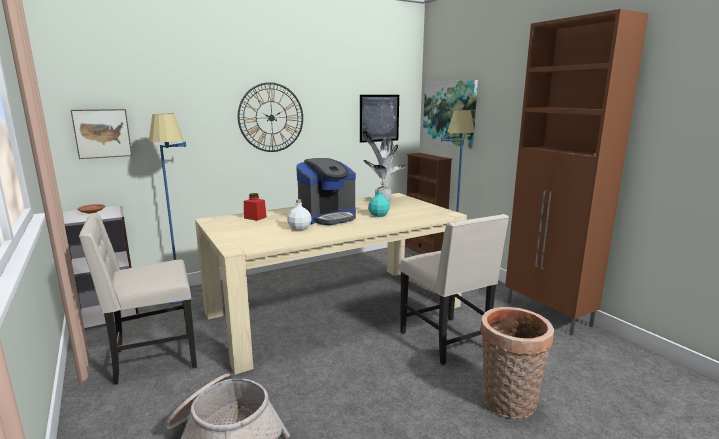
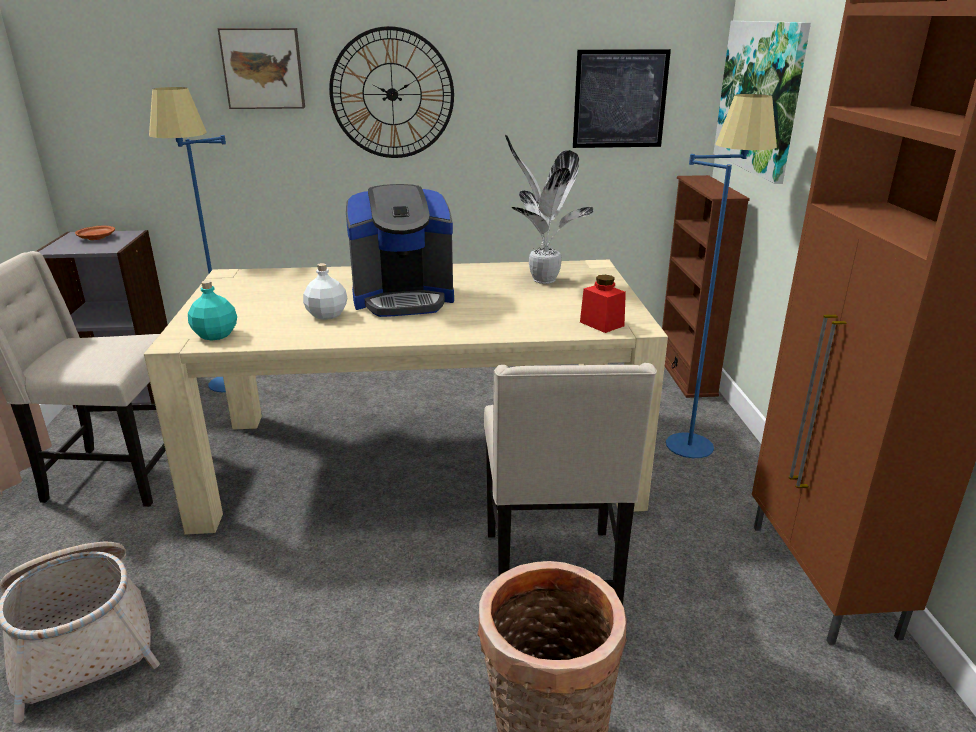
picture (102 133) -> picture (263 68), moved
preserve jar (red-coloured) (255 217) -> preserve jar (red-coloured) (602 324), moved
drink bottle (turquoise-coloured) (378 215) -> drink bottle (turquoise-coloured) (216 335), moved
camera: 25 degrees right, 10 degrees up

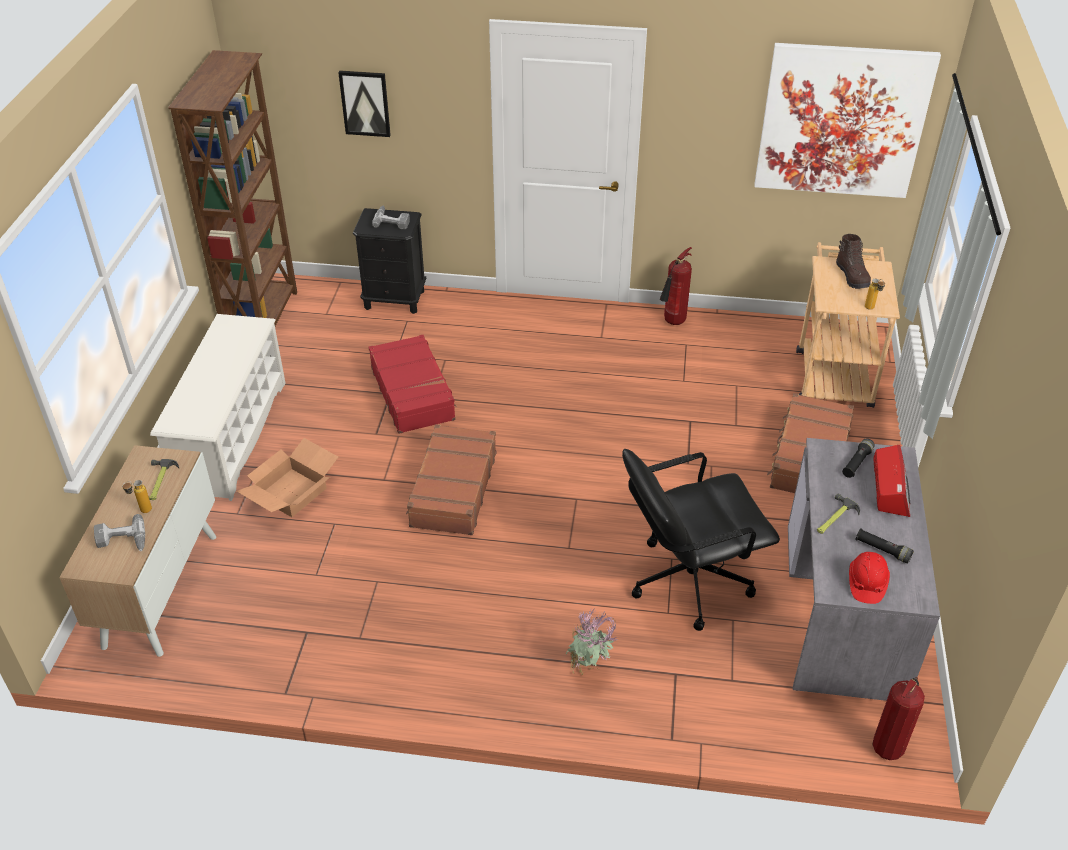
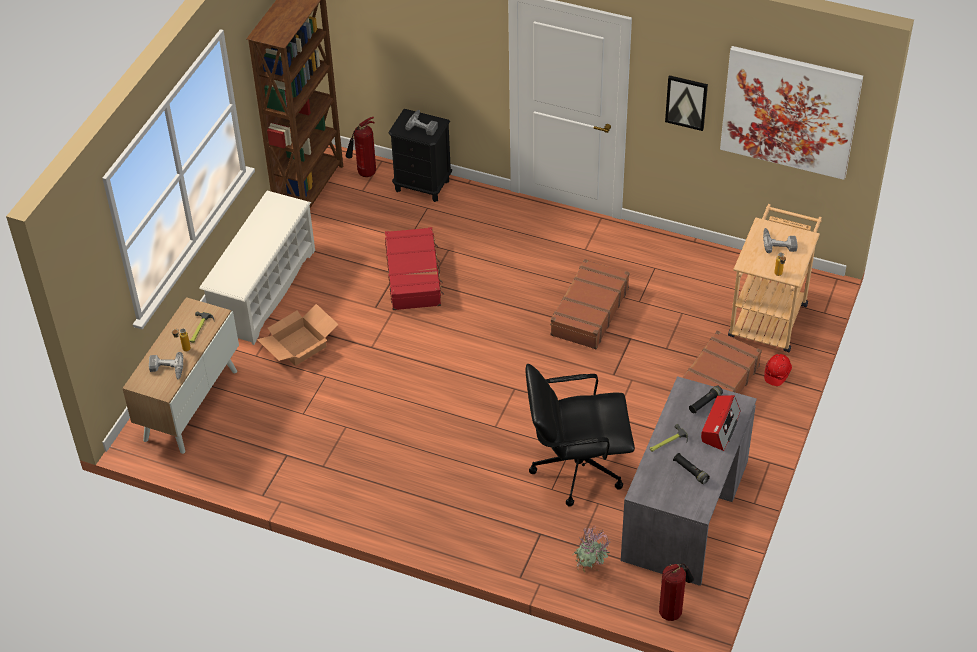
picture (365 103) -> picture (686 102), moved
travel case (brown) (453 489) -> travel case (brown) (589 312), moved
houseplant (589 669) -> houseplant (591 569), moved
extinguisher (673 323) -> extinguisher (365 174), moved
high-top boot (brown) (852 276) -> electric drill (779 242)
safety helmet (red-coloured) (866 583) -> safety helmet (red-coloured) (777 374), moved
camera: 15 degrees right, 5 degrees up

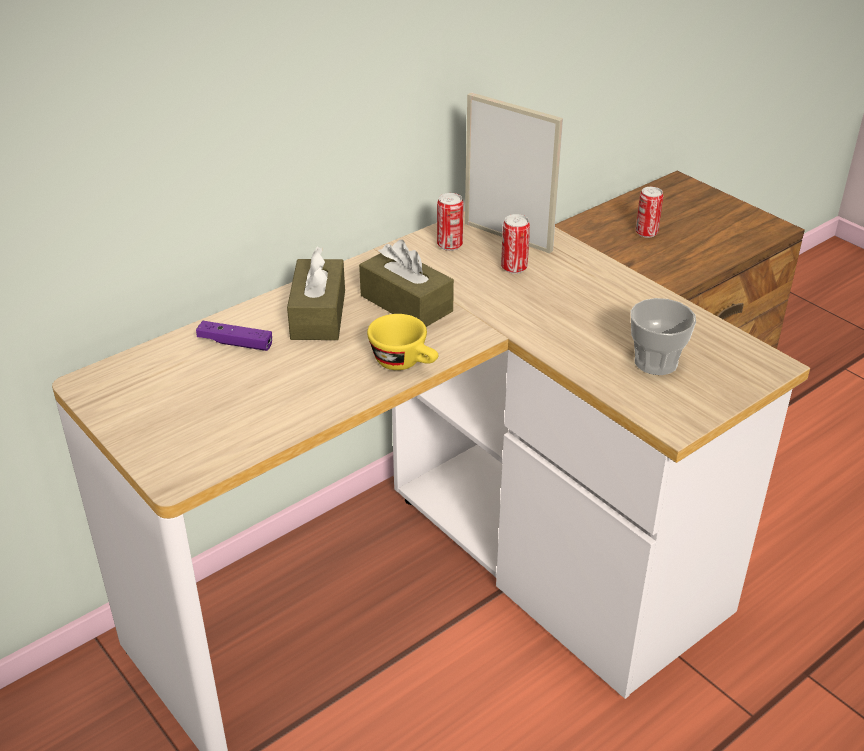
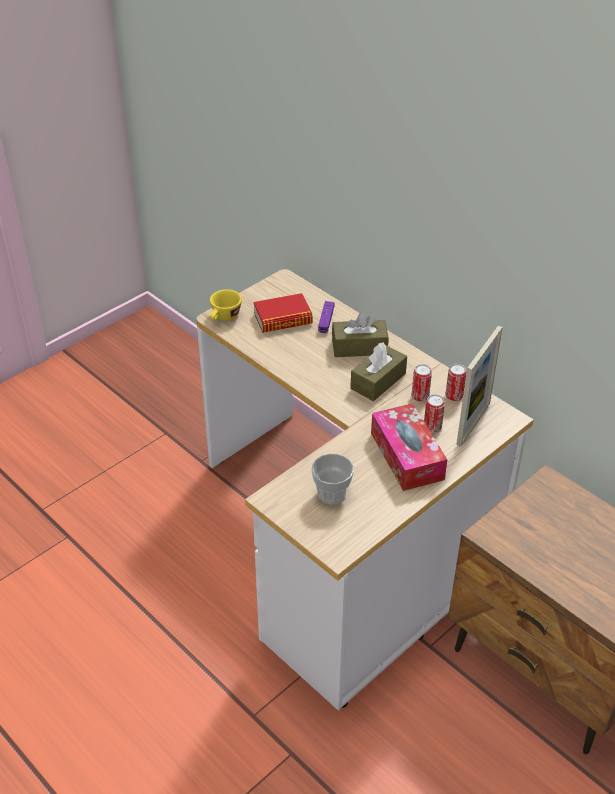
small cup (yellow) (405 363) -> small cup (yellow) (224 317), moved
sealed can (646 233) -> sealed can (420 397), moved
none -> book (283 319)
none -> box of tissues (406 456)
camera: 85 degrees right, 5 degrees up

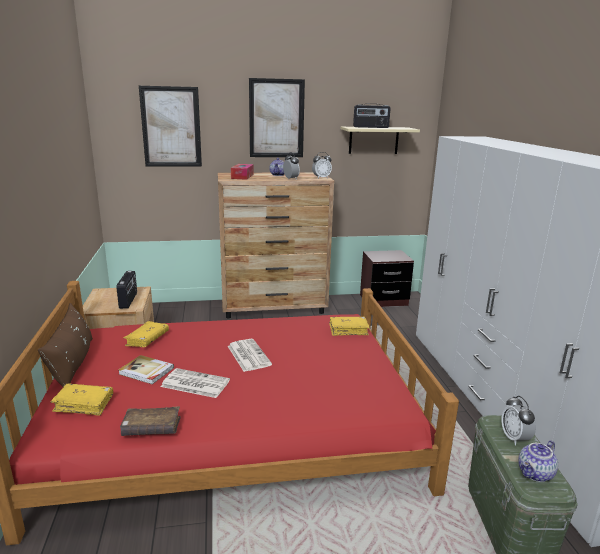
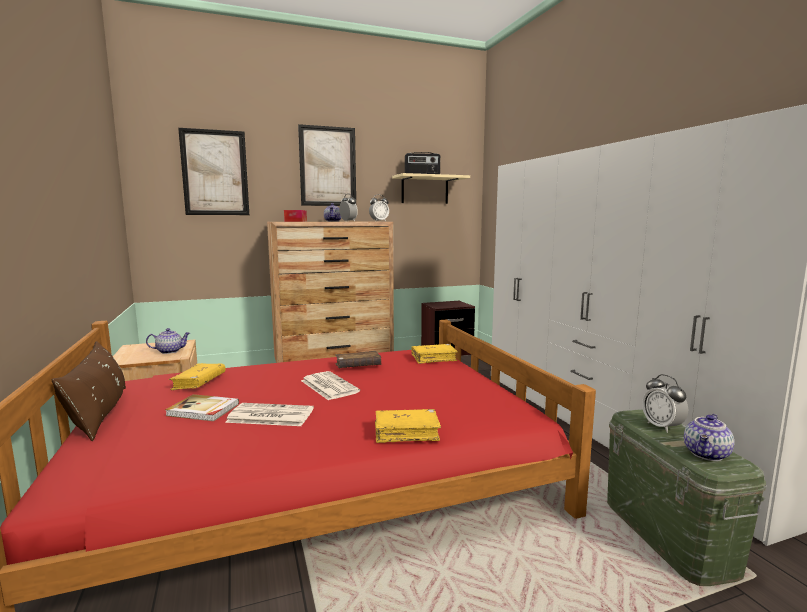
book (yellow) (84 404) -> book (yellow) (406 433), moved
radio receiver (129 300) -> pot for tea (170 351)
book (brown) (151 428) -> book (brown) (358 366), moved
camera: 10 degrees left, 10 degrees down

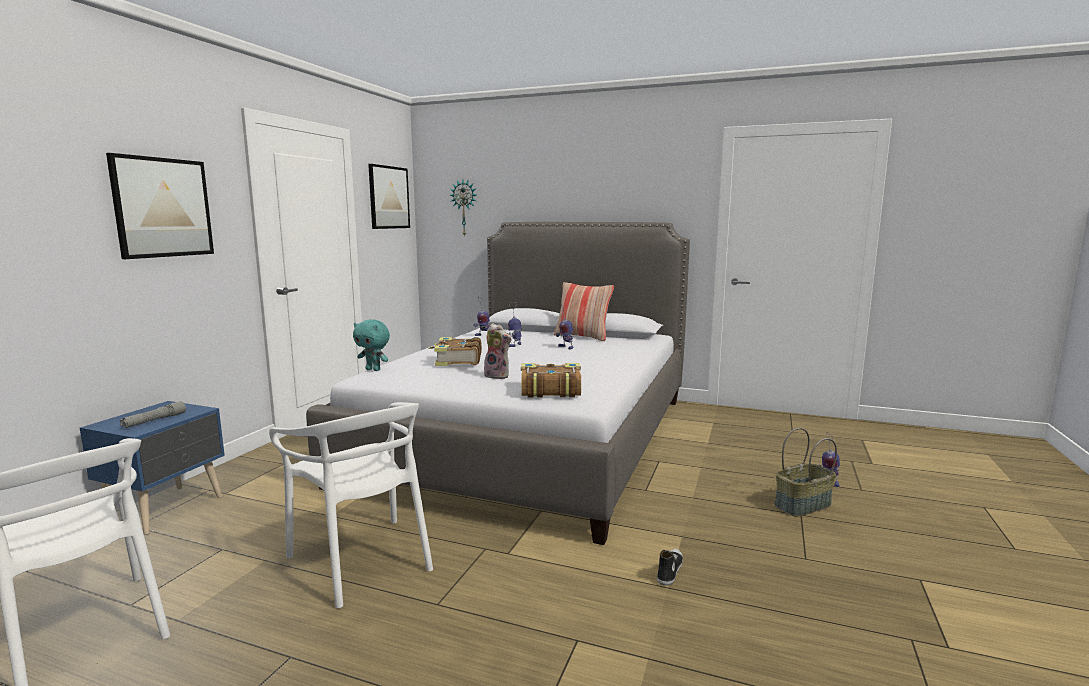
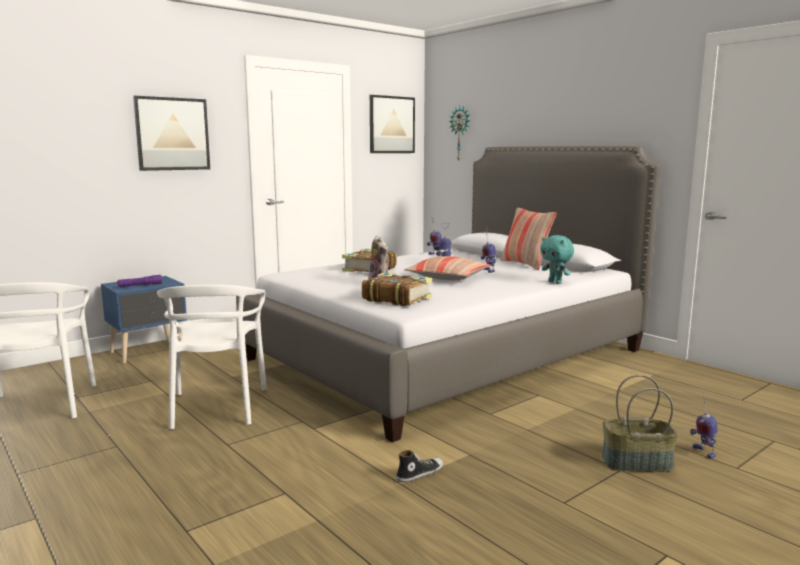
flashlight (gray) (154 421) -> flashlight (purple) (140 285)
soft toy (turquoise-coloured) (374 370) -> soft toy (turquoise-coloured) (555 282), moved
none -> cushion (448 277)
camera: 30 degrees right, 0 degrees up

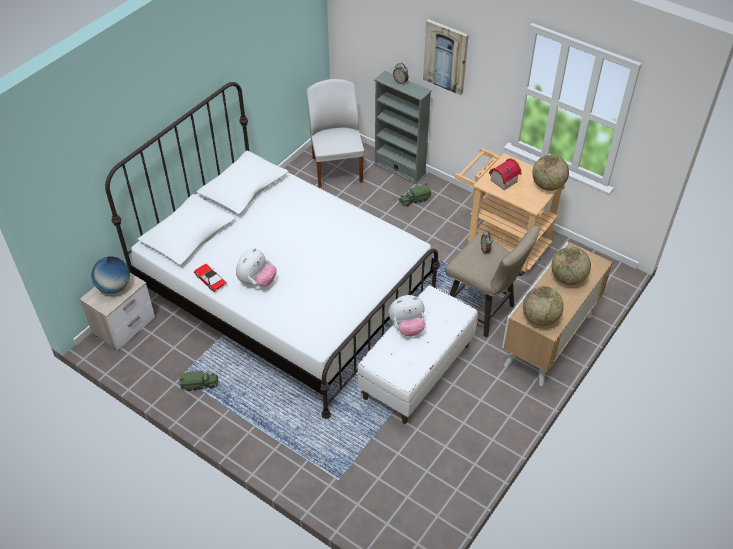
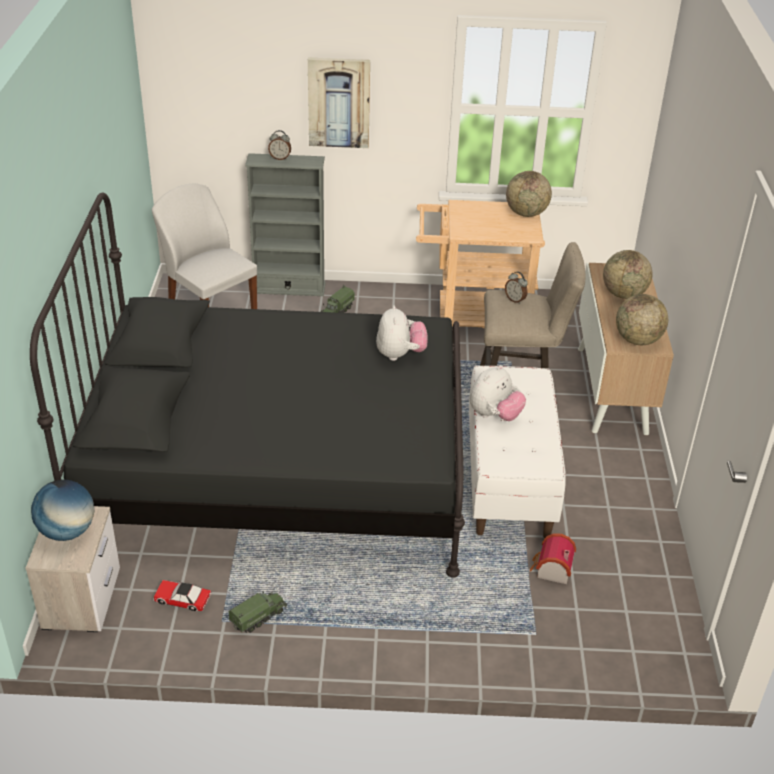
bedroom bed (whitish) (286 296) -> bedroom bed (black-coloured) (277 469)
model car (210 280) -> model car (182 599), moved
soft toy (257 281) -> soft toy (400 354), moved
toy house (502 180) -> toy house (551 570), moved
camera: 35 degrees left, 10 degrees down

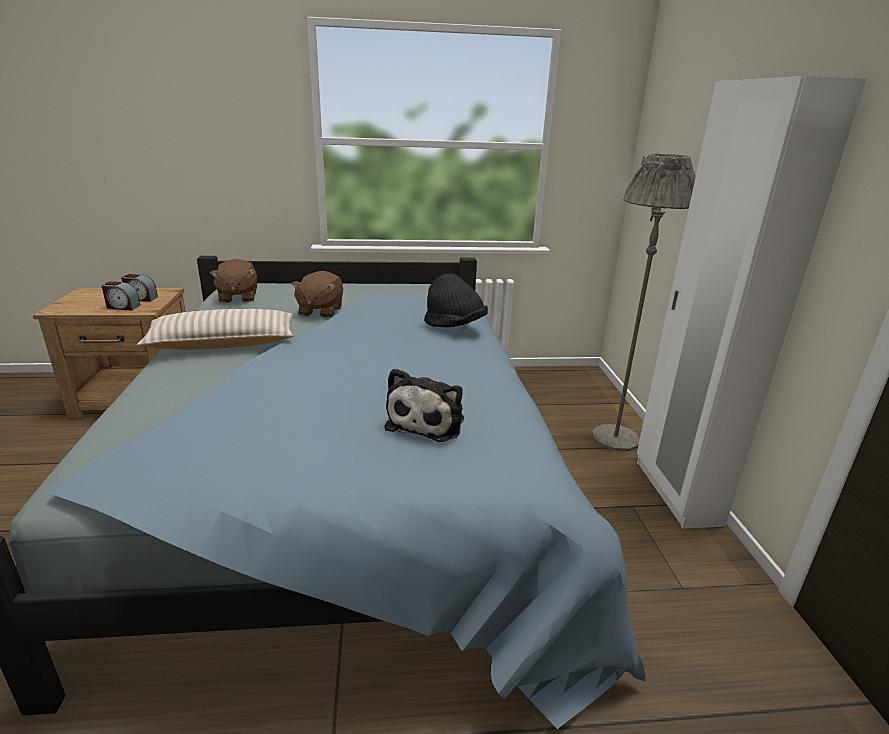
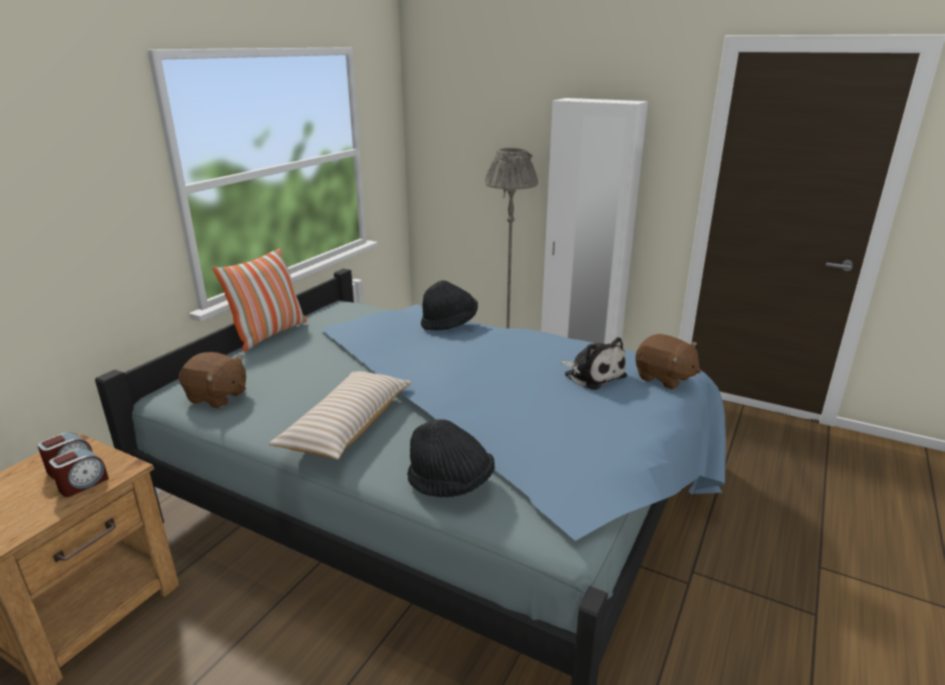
soft toy (brown) (320 311) -> soft toy (brown) (664 378), moved
none -> cushion (269 334)
none -> hat (black-coloured) (450 484)
camera: 55 degrees left, 0 degrees up

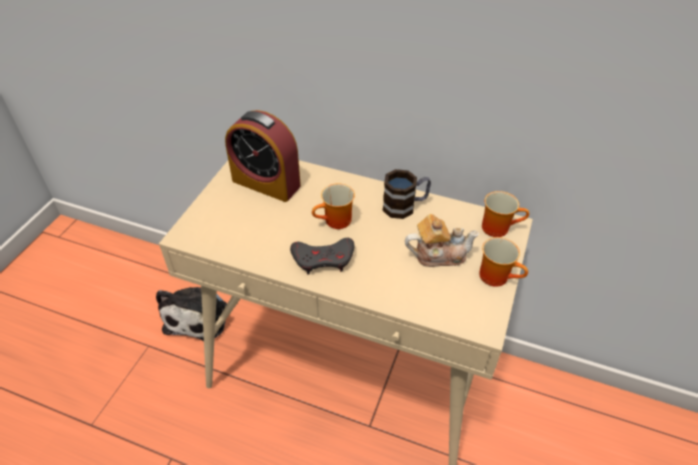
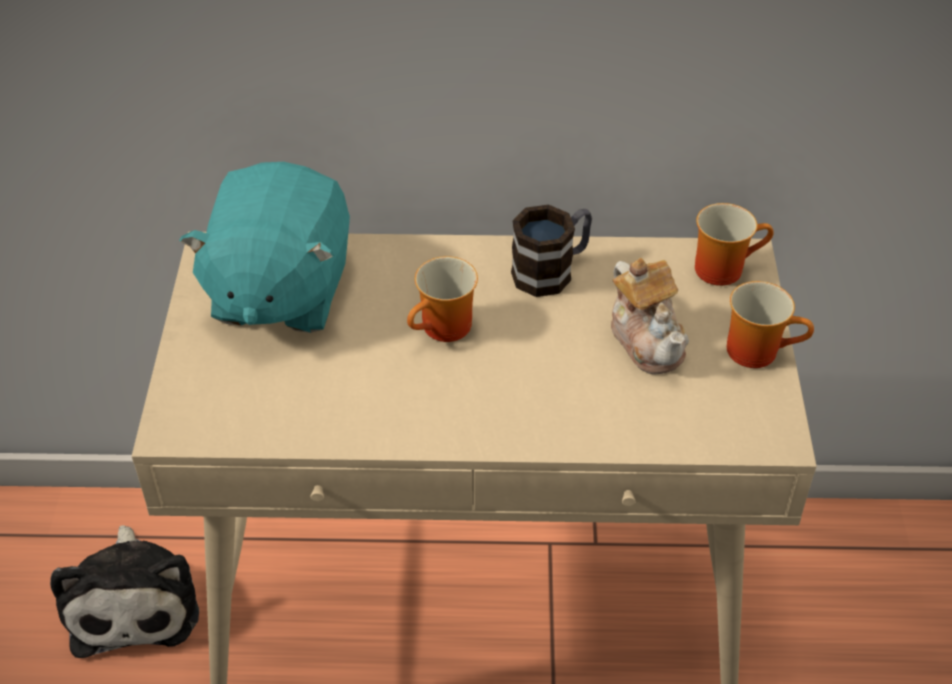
table clock (266 183) -> soft toy (turquoise-coloured) (279 291)
gamepad (gray) (323 259) -> none
pot for tea (438 254) -> pot for tea (647 339), 90 degrees clockwise
camera: 20 degrees left, 0 degrees up

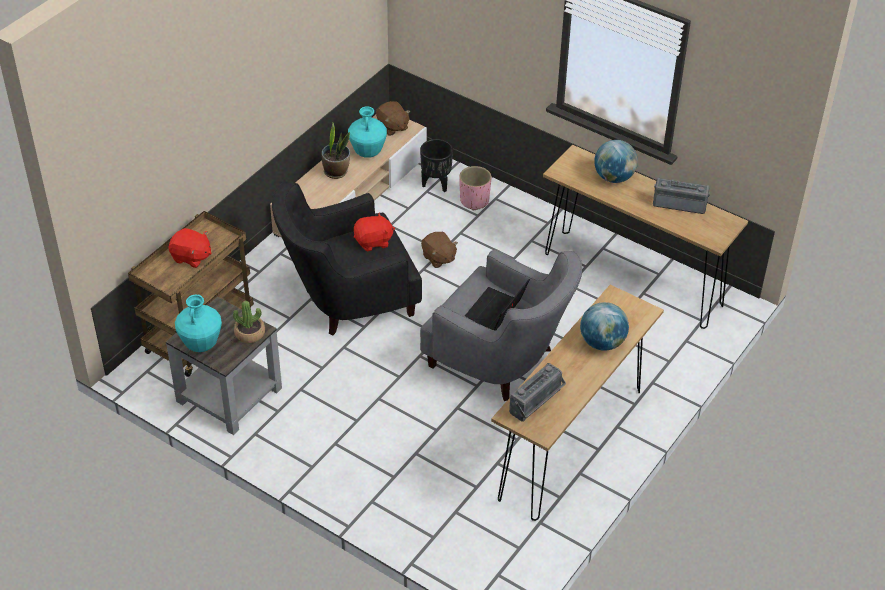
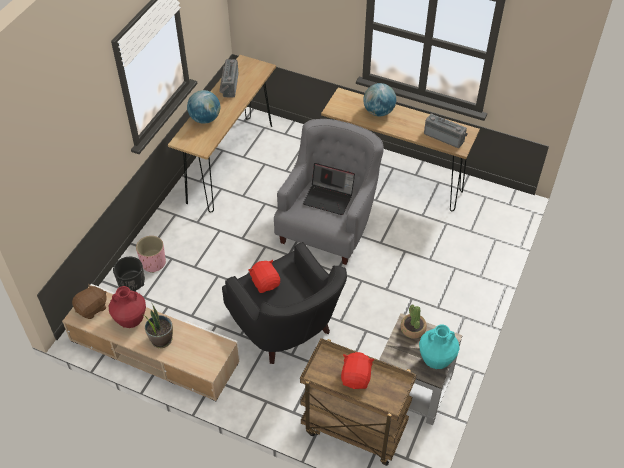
flower vase (turquoise-coloured) (368 152) -> flower vase (red-coloured) (131 320)
soft toy (brown) (438 258) -> none
camera: 100 degrees left, 5 degrees up

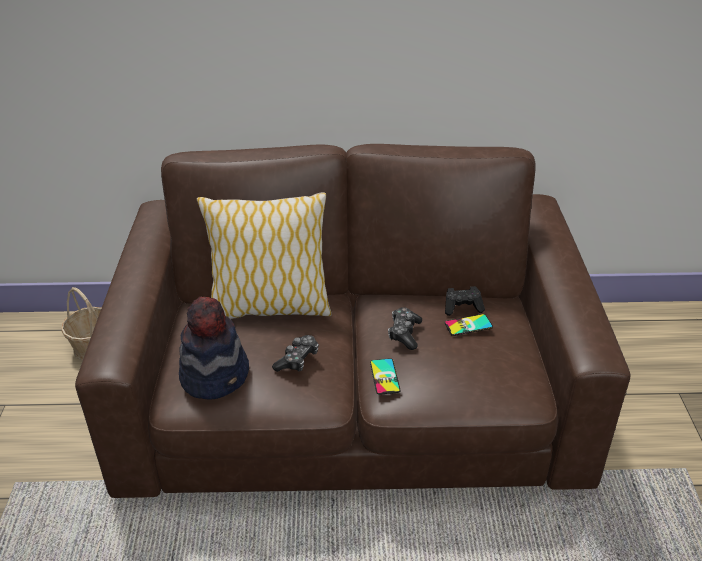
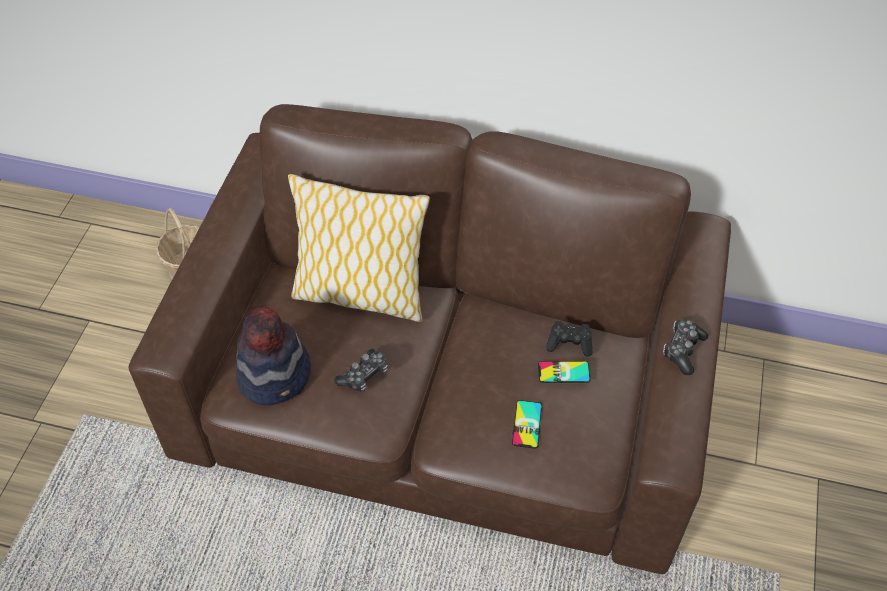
handset (385 376) -> handset (527 424), moved
gamepad (404 333) -> gamepad (682 350), moved
camera: 15 degrees right, 15 degrees up

